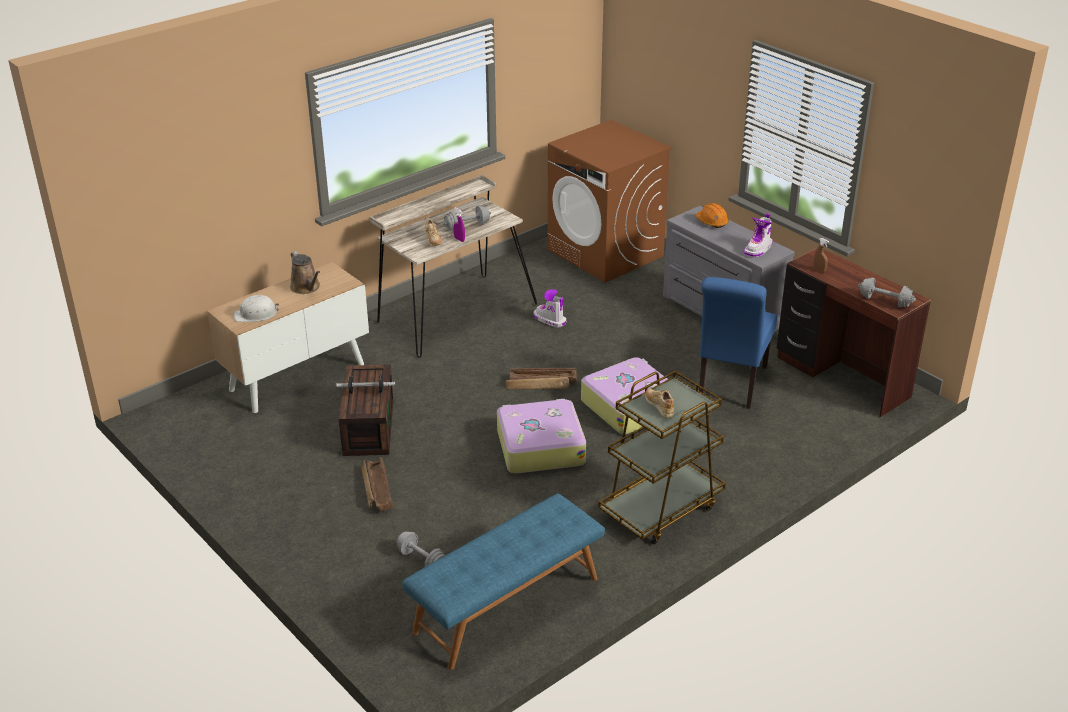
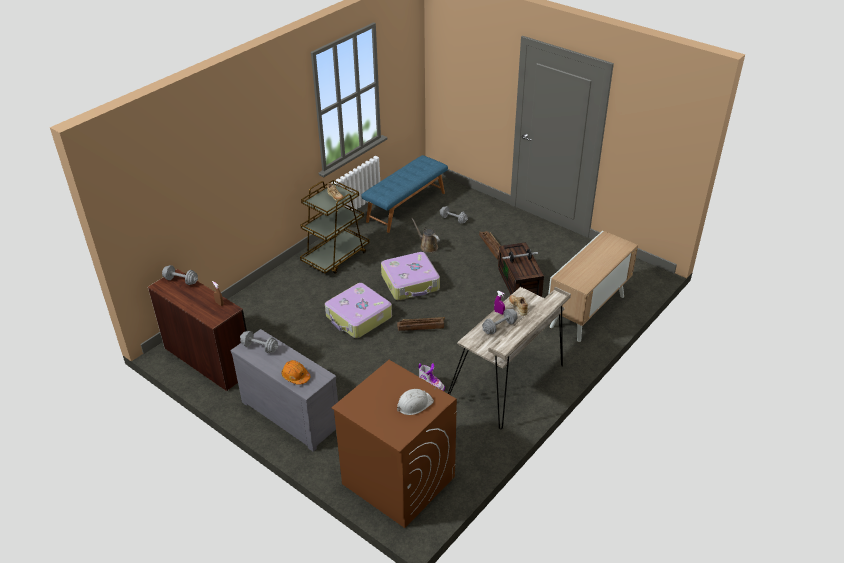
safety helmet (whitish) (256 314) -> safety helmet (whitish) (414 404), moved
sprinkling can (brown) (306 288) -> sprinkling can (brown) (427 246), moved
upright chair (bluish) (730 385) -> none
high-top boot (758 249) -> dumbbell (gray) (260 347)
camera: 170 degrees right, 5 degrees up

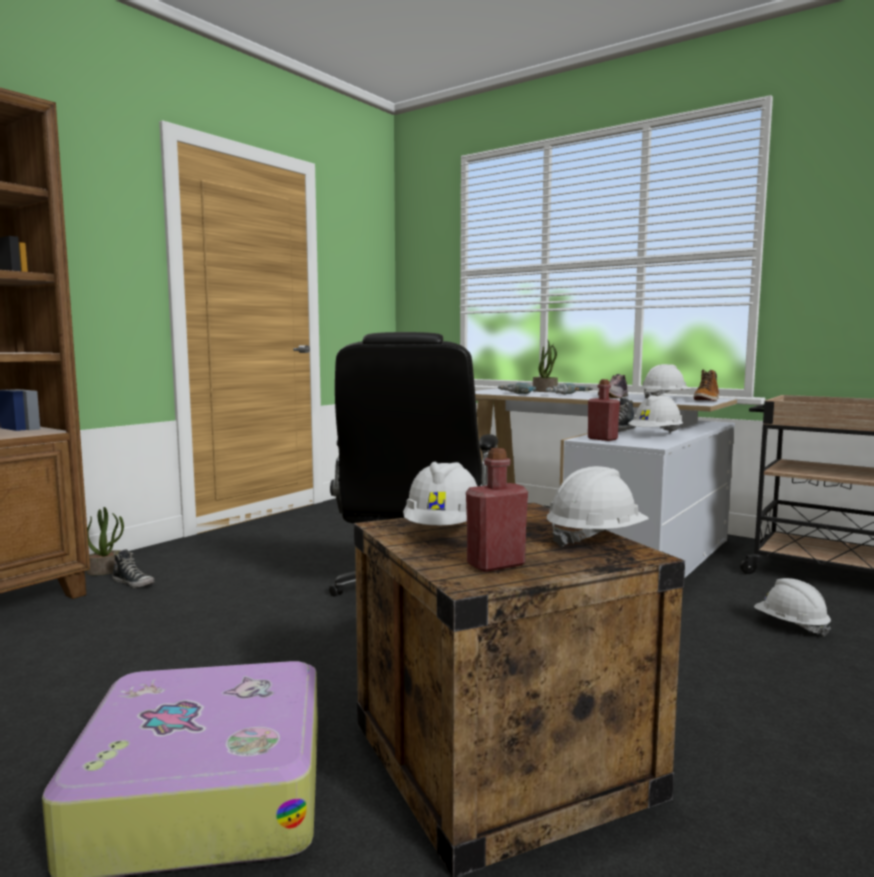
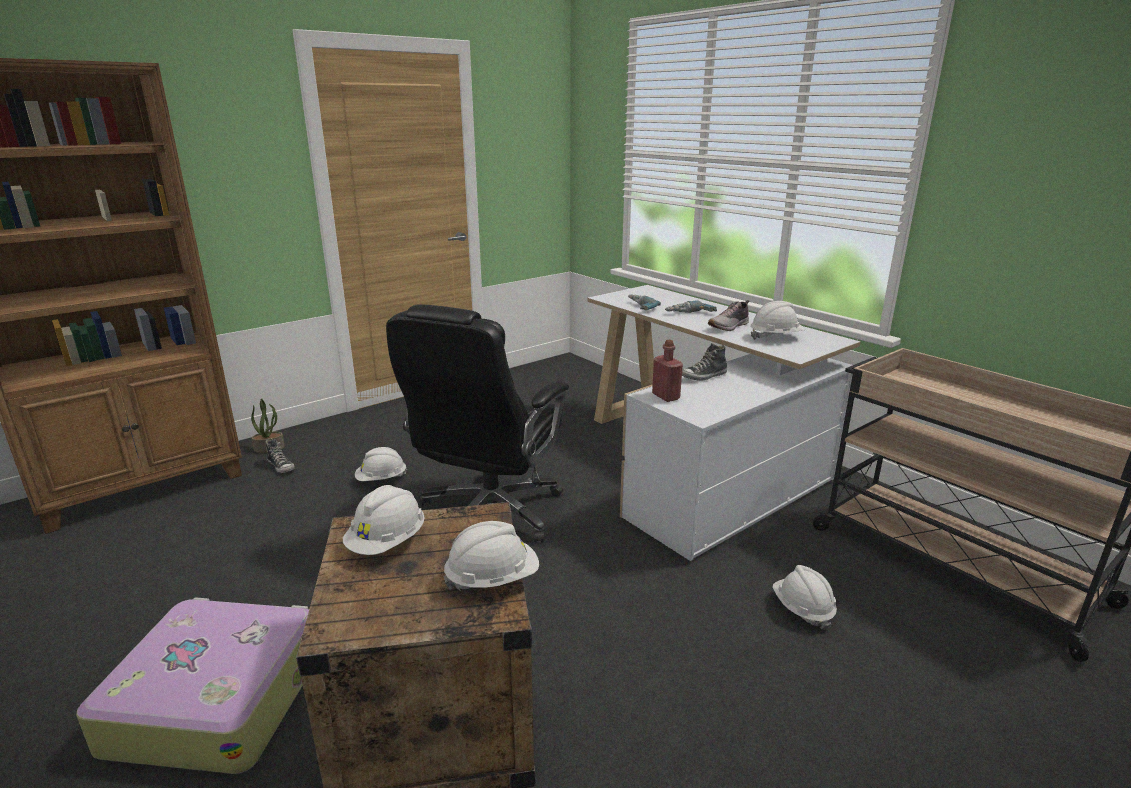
drink bottle (red-coloured) (496 564) -> none
houseplant (545 391) -> none
safety helmet (whitish) (655 435) -> safety helmet (whitish) (381 479), moved
high-top boot (707 400) -> none
camera: 15 degrees right, 15 degrees up

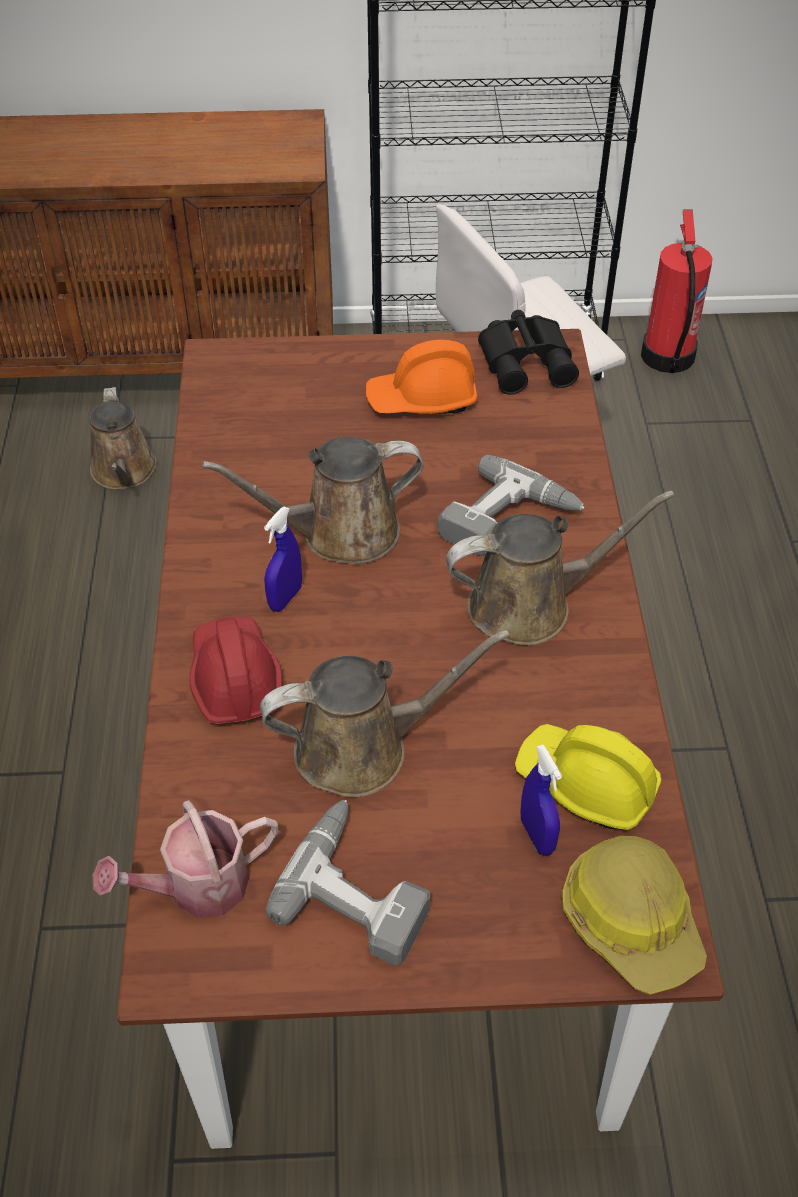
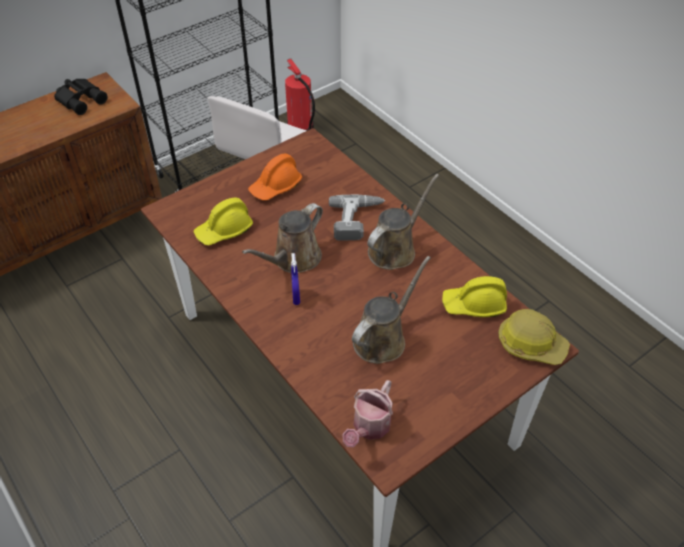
sprinkling can (brown) (124 472) -> none
safety helmet (red-coloured) (234 679) -> none
electric drill (361 889) -> none
field glasses (black-coloured) (528 361) -> field glasses (black-coloured) (81 99), moved
hand sprayer (bluish) (537 836) -> none
none -> safety helmet (yellow) (224 231)
camera: 35 degrees left, 0 degrees up

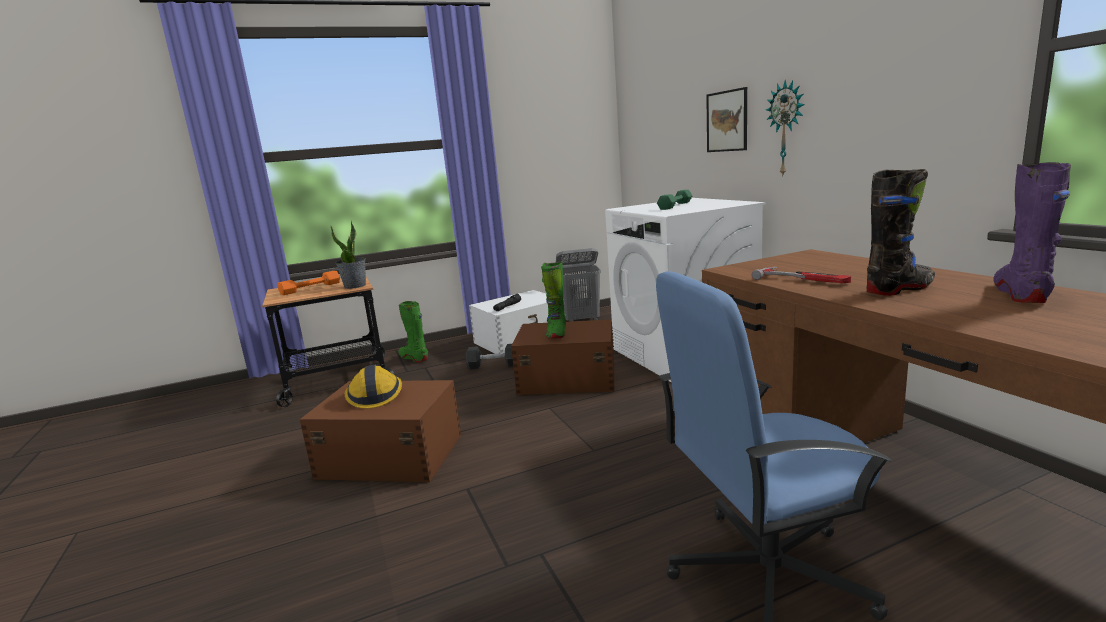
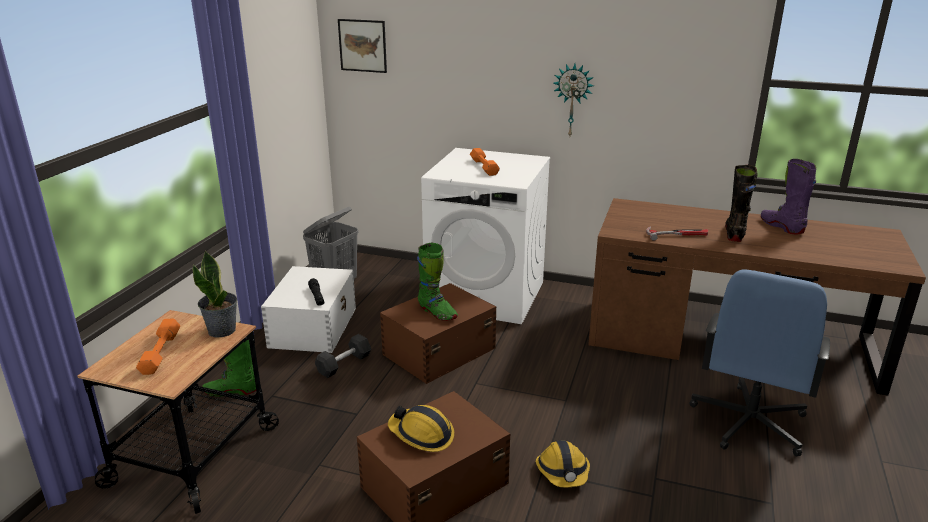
dumbbell (greenish) (675 205) -> dumbbell (orange) (484 167)
picture (727 121) -> picture (362 45), moved
none -> safety helmet (563 472)
camera: 50 degrees left, 10 degrees up

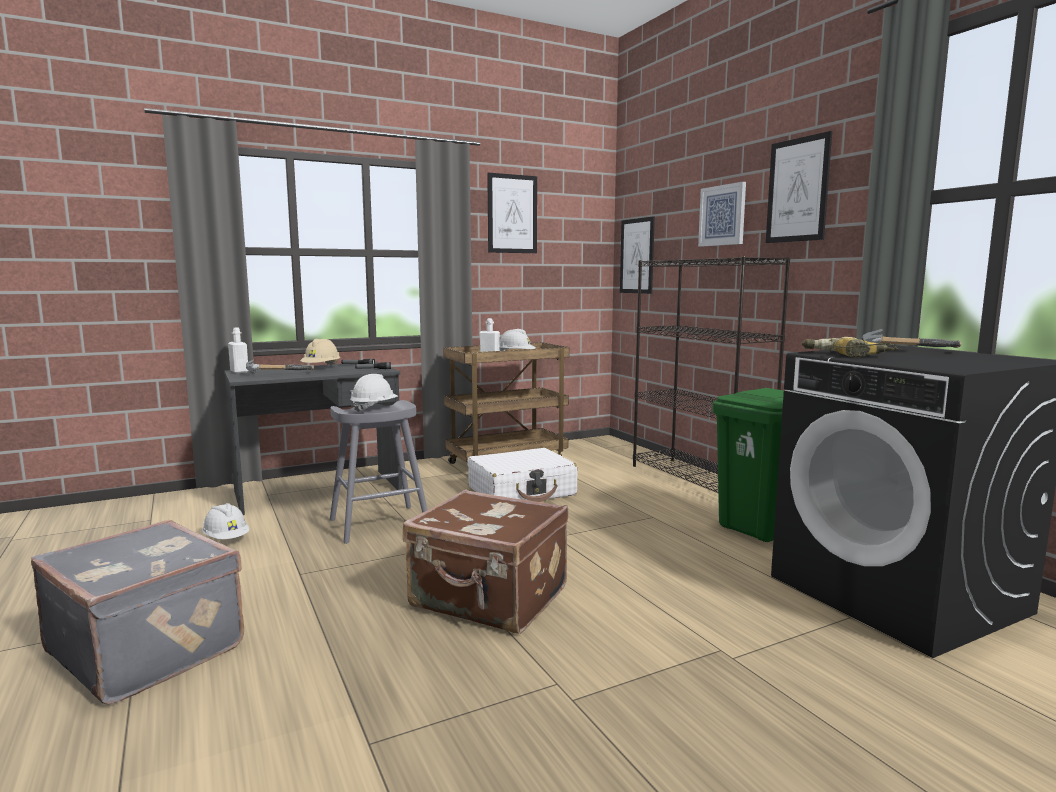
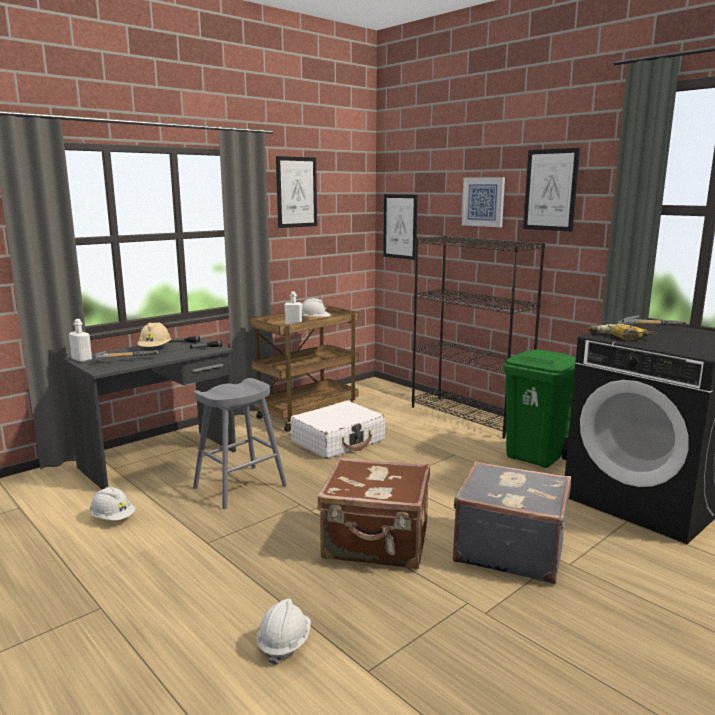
travel case (gray) (149 648) -> travel case (gray) (509 549), moved
safety helmet (whitish) (374 408) -> safety helmet (whitish) (284 643), moved
camera: 15 degrees left, 5 degrees up

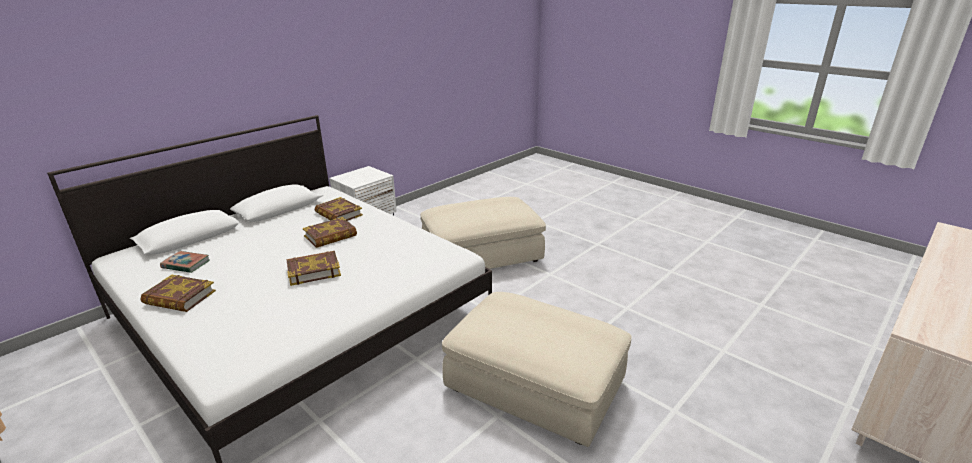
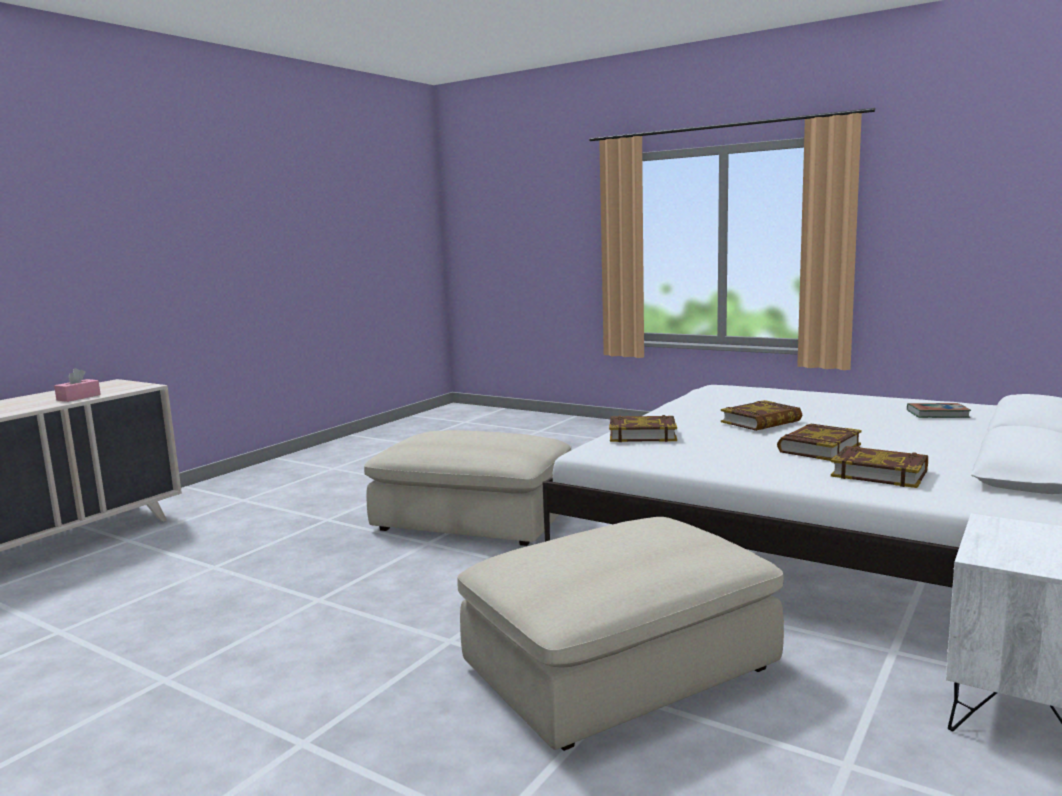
book (179 298) -> book (642 435), moved
none -> box of tissues (pink-coloured) (78 397)
camera: 170 degrees right, 15 degrees down

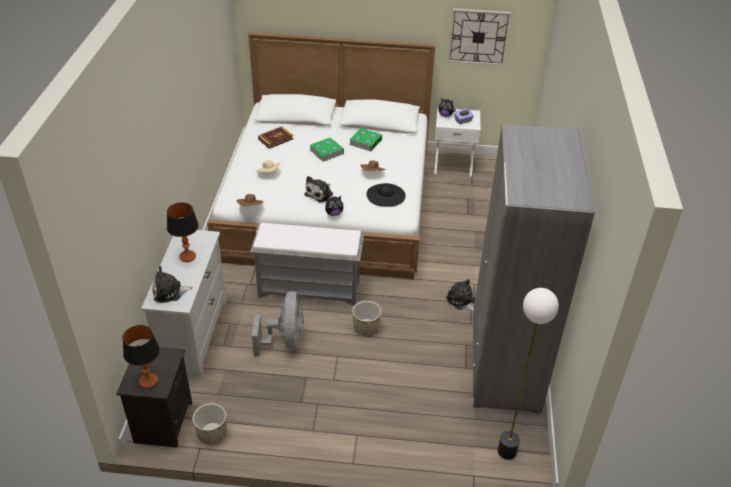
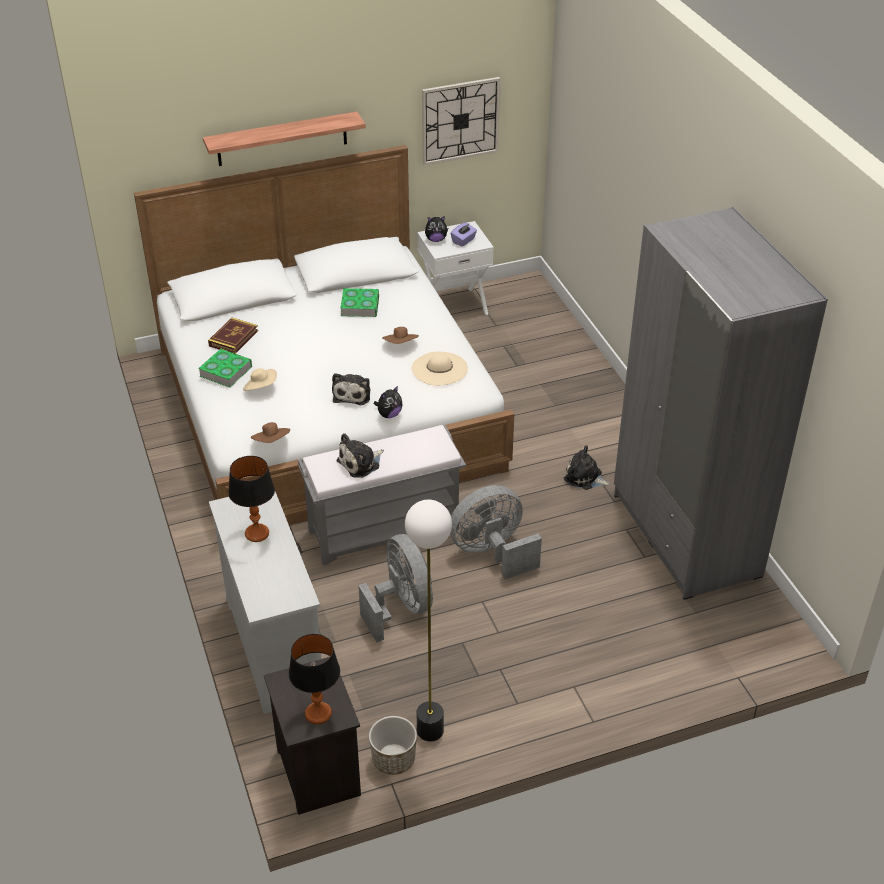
soft toy (170 292) -> soft toy (361 463), moved
book (326 152) -> book (226 371), moved
flower pot (366 327) -> cooling fan (gray) (492 553)
hat (black-coloured) (385 195) -> hat (beige) (439 369)
standing lamp (507 451) -> standing lamp (430 730), moved
none -> bracket shelf (282 139)
camera: 25 degrees left, 0 degrees up

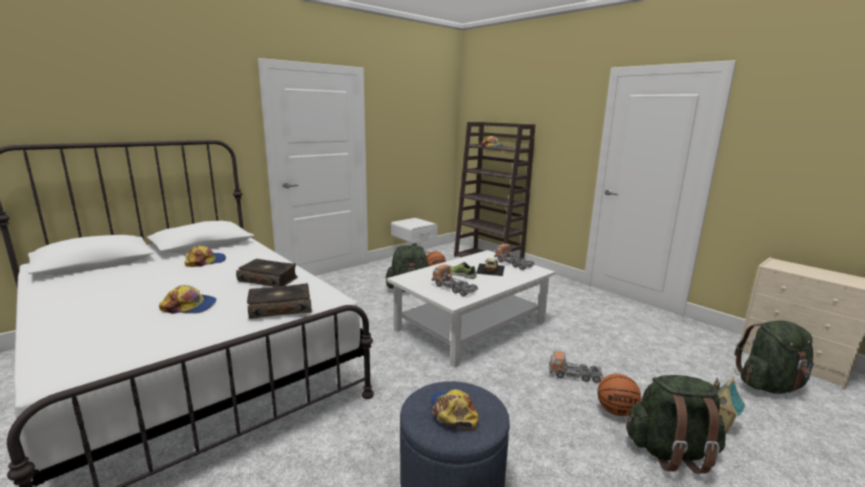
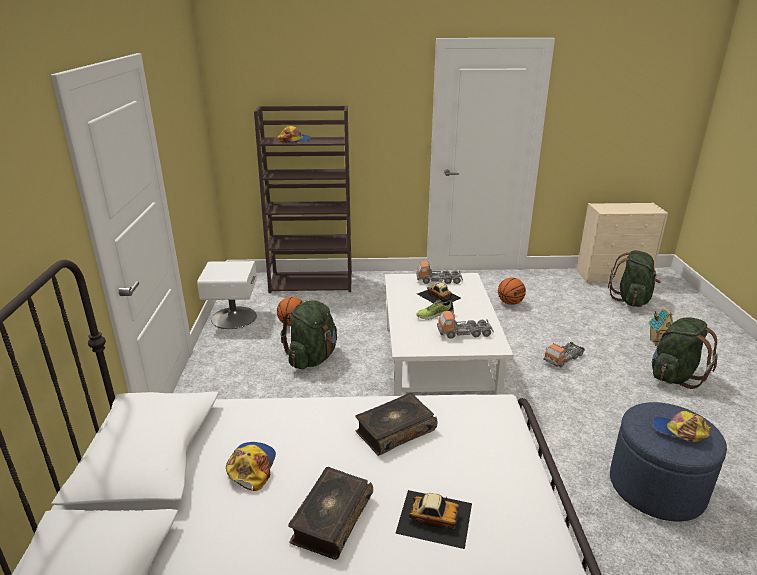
baseball cap (190 306) -> model car (434 517)
book (280 308) -> book (331 519), moved
ball for basketball (616 411) -> ball for basketball (510 303), moved
camera: 50 degrees left, 10 degrees up

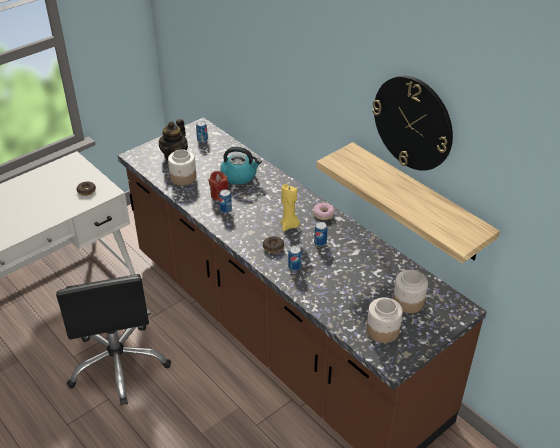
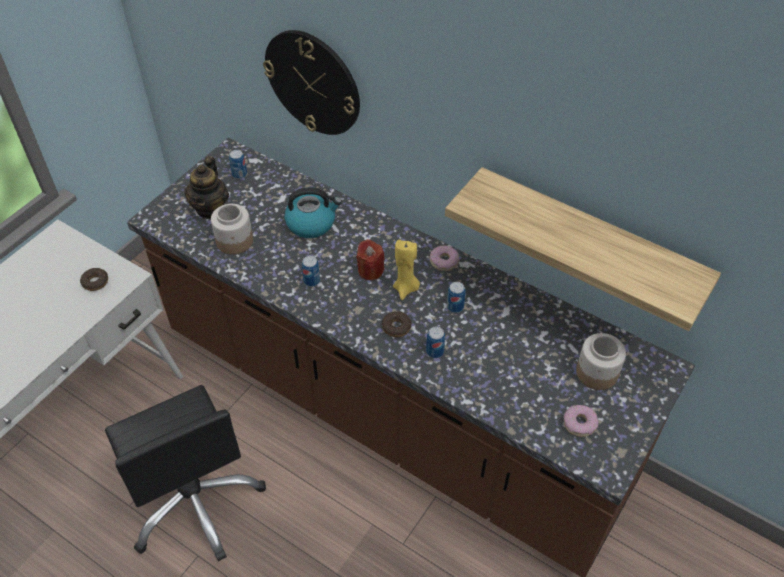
wax candle (red-coloured) (219 195) -> wax candle (red-coloured) (370 270), moved
preserve jar (382 330) -> doughnut (579 424)
wall clock (413 123) -> wall clock (313 82), moved
camera: 15 degrees left, 10 degrees up

